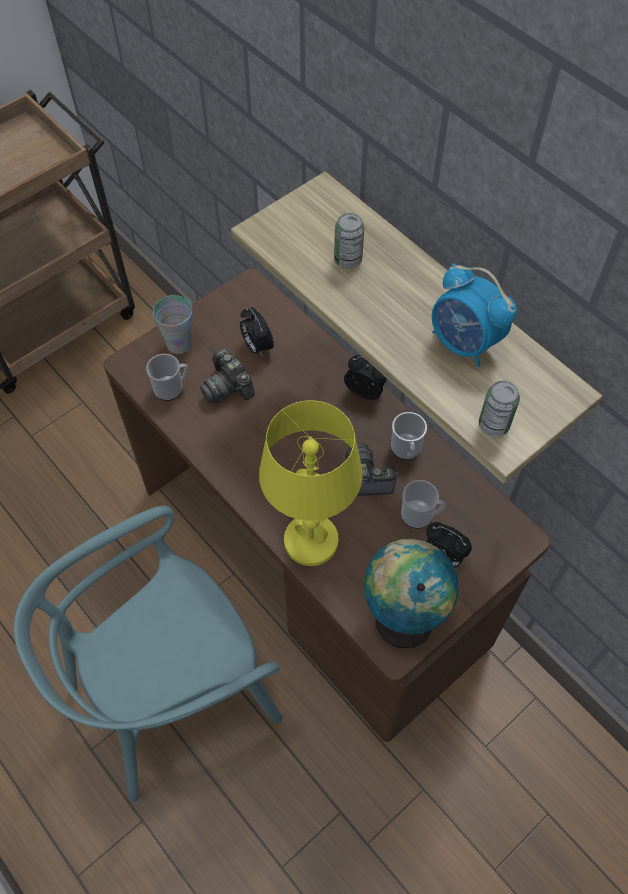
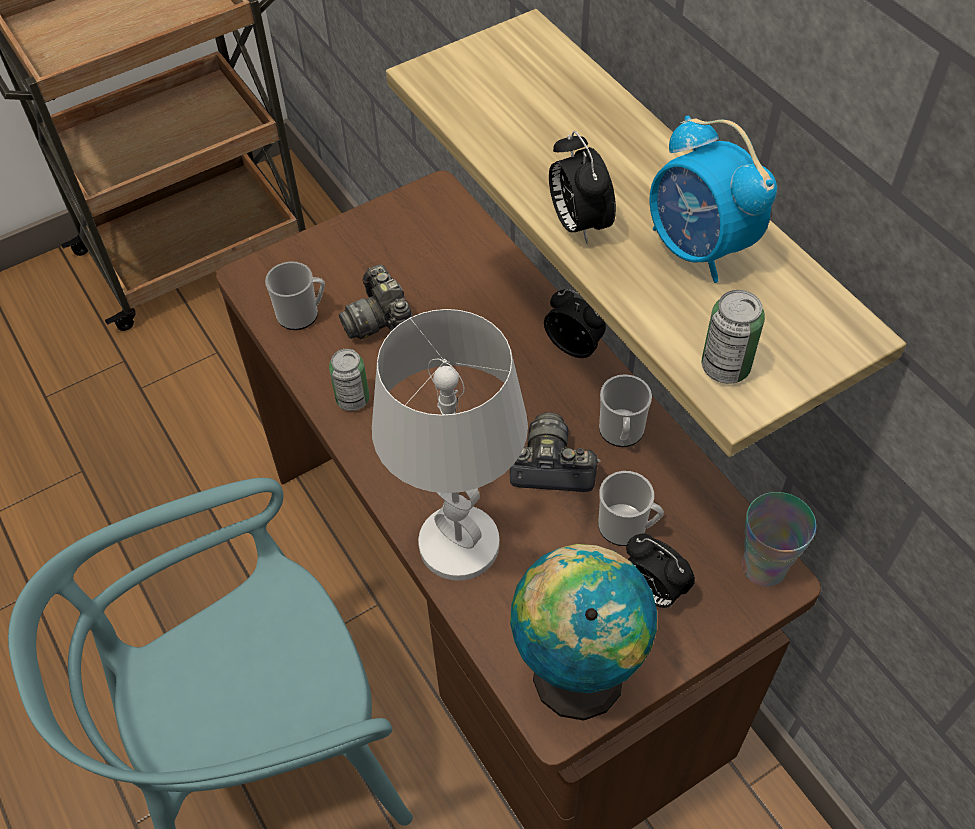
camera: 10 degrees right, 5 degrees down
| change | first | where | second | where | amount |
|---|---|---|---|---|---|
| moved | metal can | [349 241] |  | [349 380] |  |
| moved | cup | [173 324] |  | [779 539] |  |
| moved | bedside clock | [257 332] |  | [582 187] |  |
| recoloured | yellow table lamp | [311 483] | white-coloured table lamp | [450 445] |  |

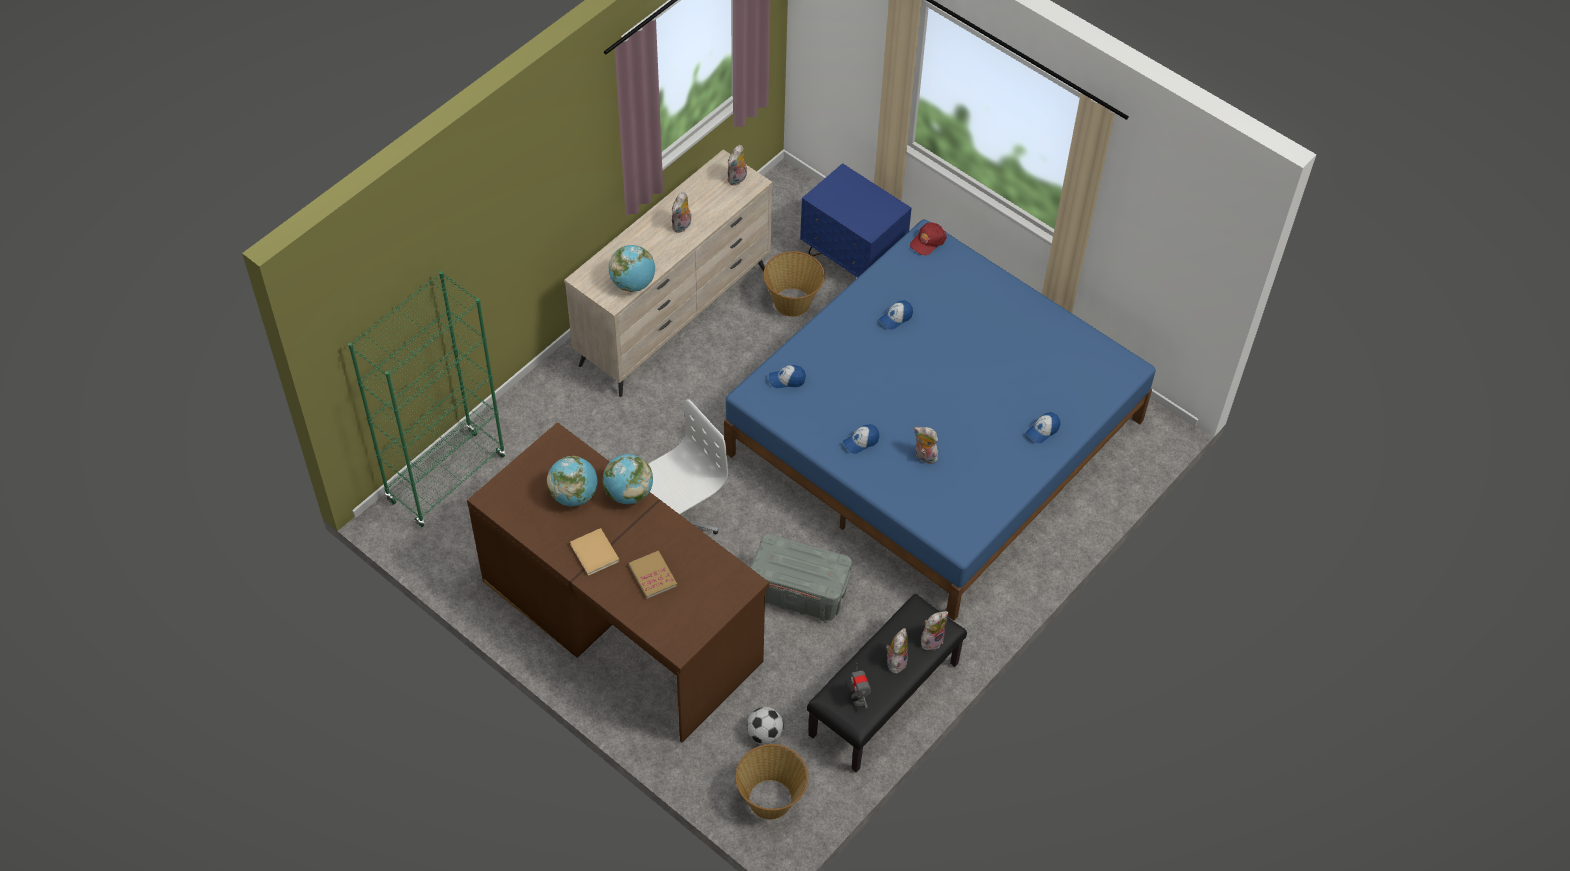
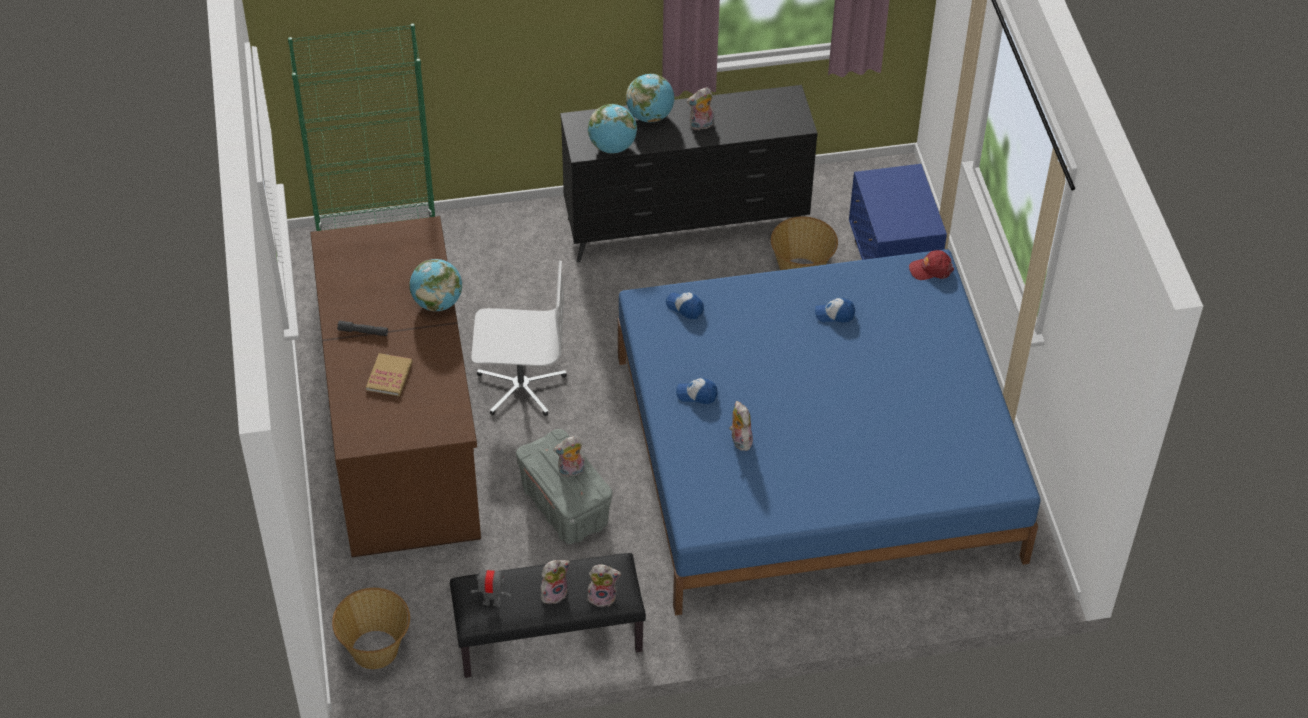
camera: 40 degrees right, 5 degrees down
| change | first | where | second | where | amount |
|---|---|---|---|---|---|
| moved | soft toy | [737 165] |  | [569 456] |  |
| recoloured | sand-coloured drawer chest | [668 273] | black drawer chest | [689 174] |  |
| removed | cap | [1043 427] |  |  |  |
| moved | desk globe | [572 481] |  | [650 98] |  |
| replaced | sand-coloured bound book | [595 552] | greyish hand torch | [362 328] |  |
| turned | toy robot | [861 685] |  | [491 587] | 75 degrees clockwise |
| removed | ball for football | [765 725] |  |  |  |

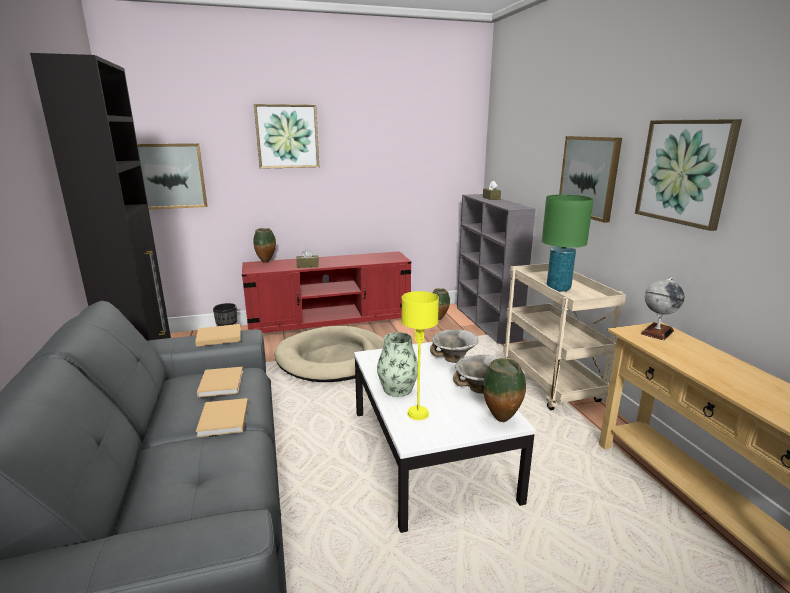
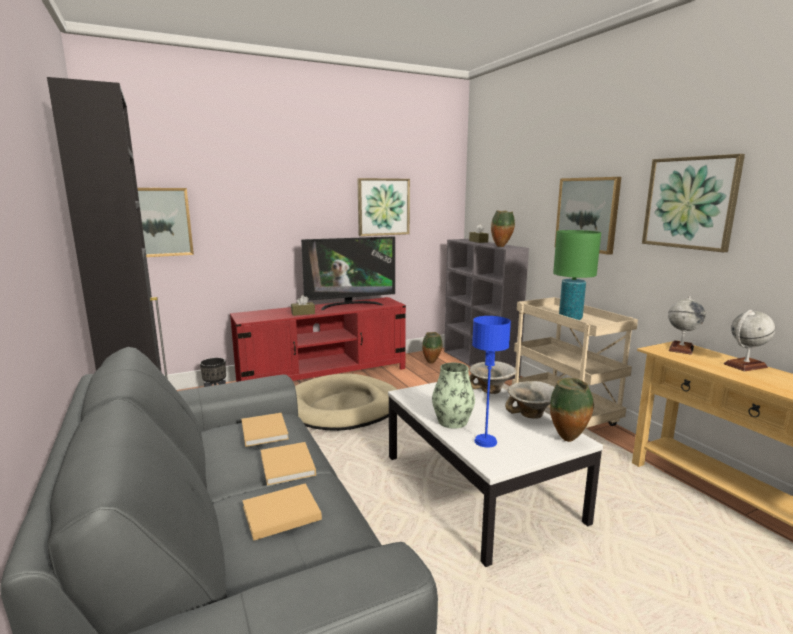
camera: 10 degrees left, 5 degrees down
| change | first | where | second | where | amount |
|---|---|---|---|---|---|
| moved | picture | [286 136] |  | [383 207] |  |
| moved | decorative vase | [264 245] |  | [503 228] |  |
| recoloured | yellow table lamp | [420 355] | blue table lamp | [491 382] |  |
| moved | sand-coloured bound book | [218 335] |  | [282 512] |  |
| added |  |  | TV | [348 273] |  |
| added |  |  | desk globe | [749 340] |  |

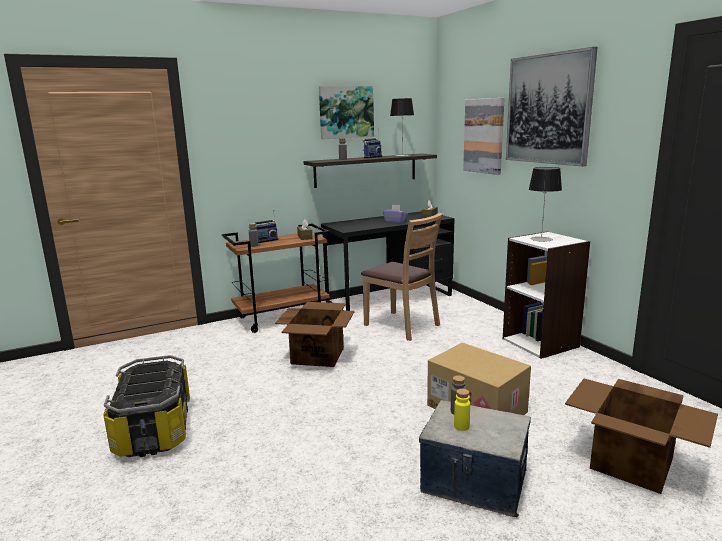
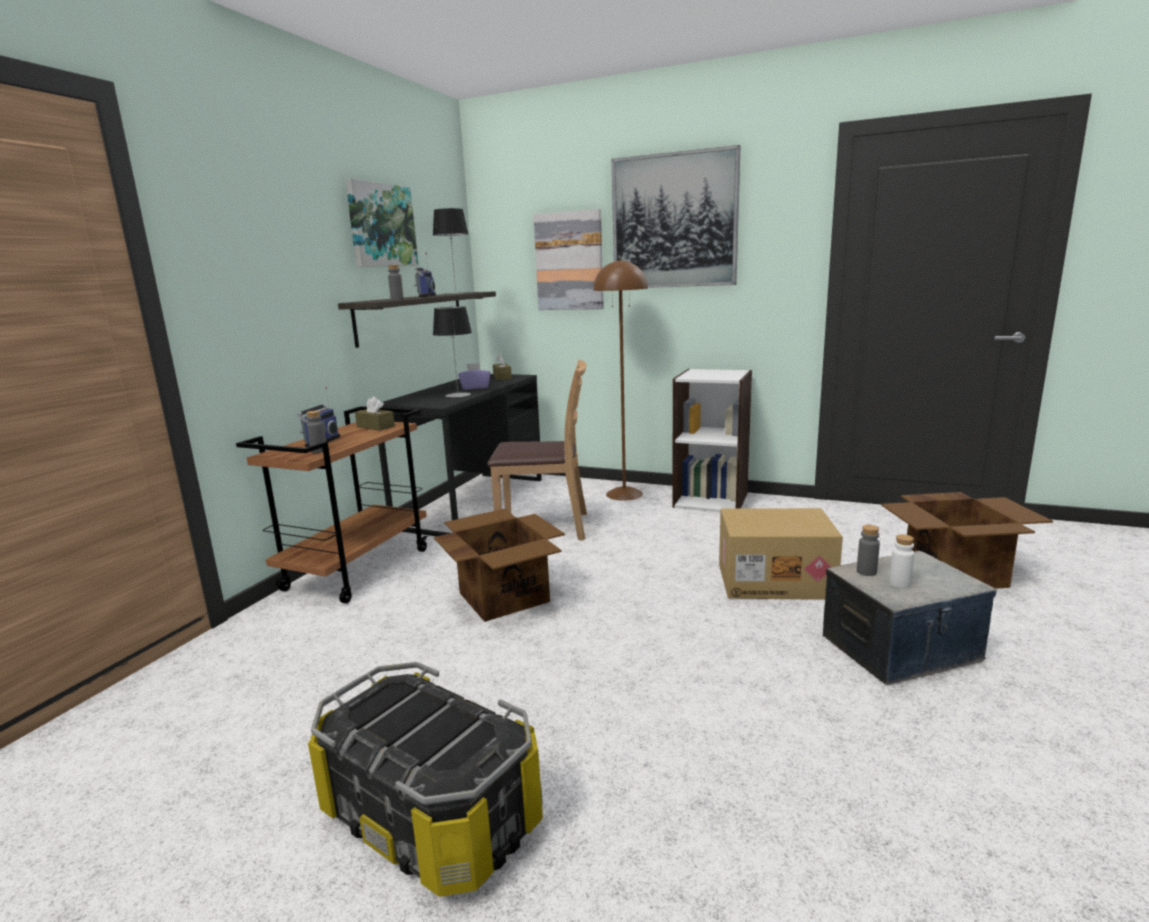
camera: 40 degrees left, 0 degrees up
| change | first | where | second | where | amount |
|---|---|---|---|---|---|
| moved | table lamp | [545 204] |  | [452 352] |  |
| recoloured | yellow drink bottle | [462 410] | white-coloured drink bottle | [901 561] |  |
| added |  |  | brown standard lamp | [620 380] |  |

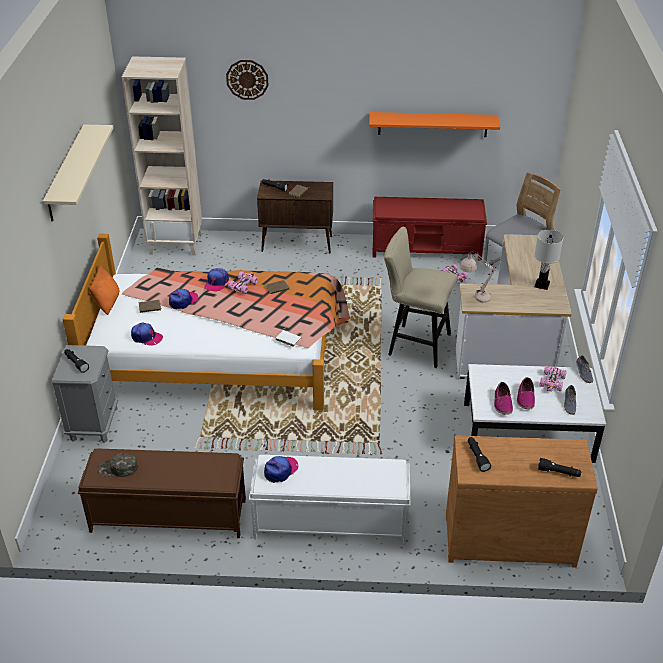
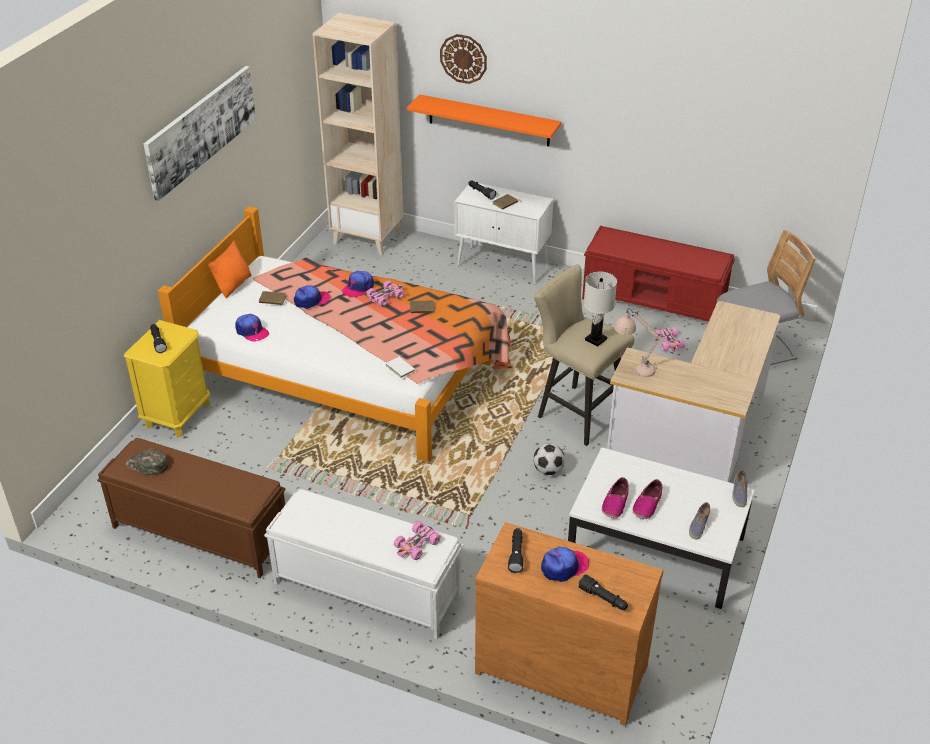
camera: 20 degrees right, 0 degrees up
| change | first | where | second | where | amount |
|---|---|---|---|---|---|
| moved | orangey wall shelf | [434 124] |  | [484 120] |  |
| replaced | sand-coloured wall shelf | [78 173] | picture | [200 133] |  |
| recoloured | brown storage cabinet | [295 216] | white-coloured storage cabinet | [504 233] |  |
| moved | white-coloured table lamp | [548 260] |  | [600 309] |  |
| recoloured | greyish nightstand | [85 394] | yellow nightstand | [167 378] |  |
| moved | pink miniature car | [553 379] |  | [417 540] |  |
| moved | cap | [281 469] |  | [565 564] |  |
| added |  |  | ball for football | [549 459] |  |

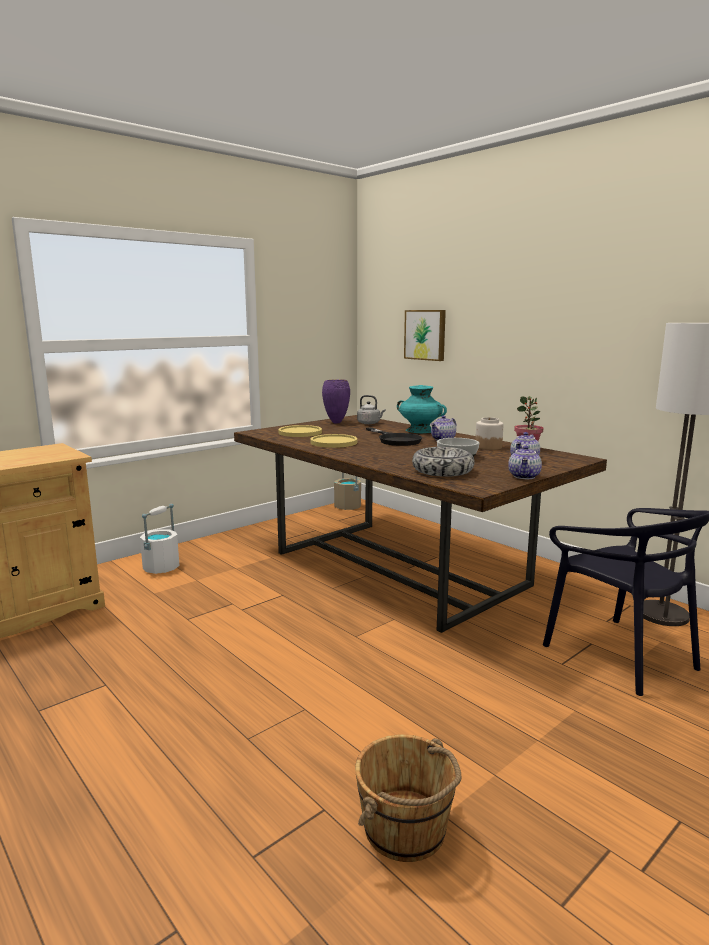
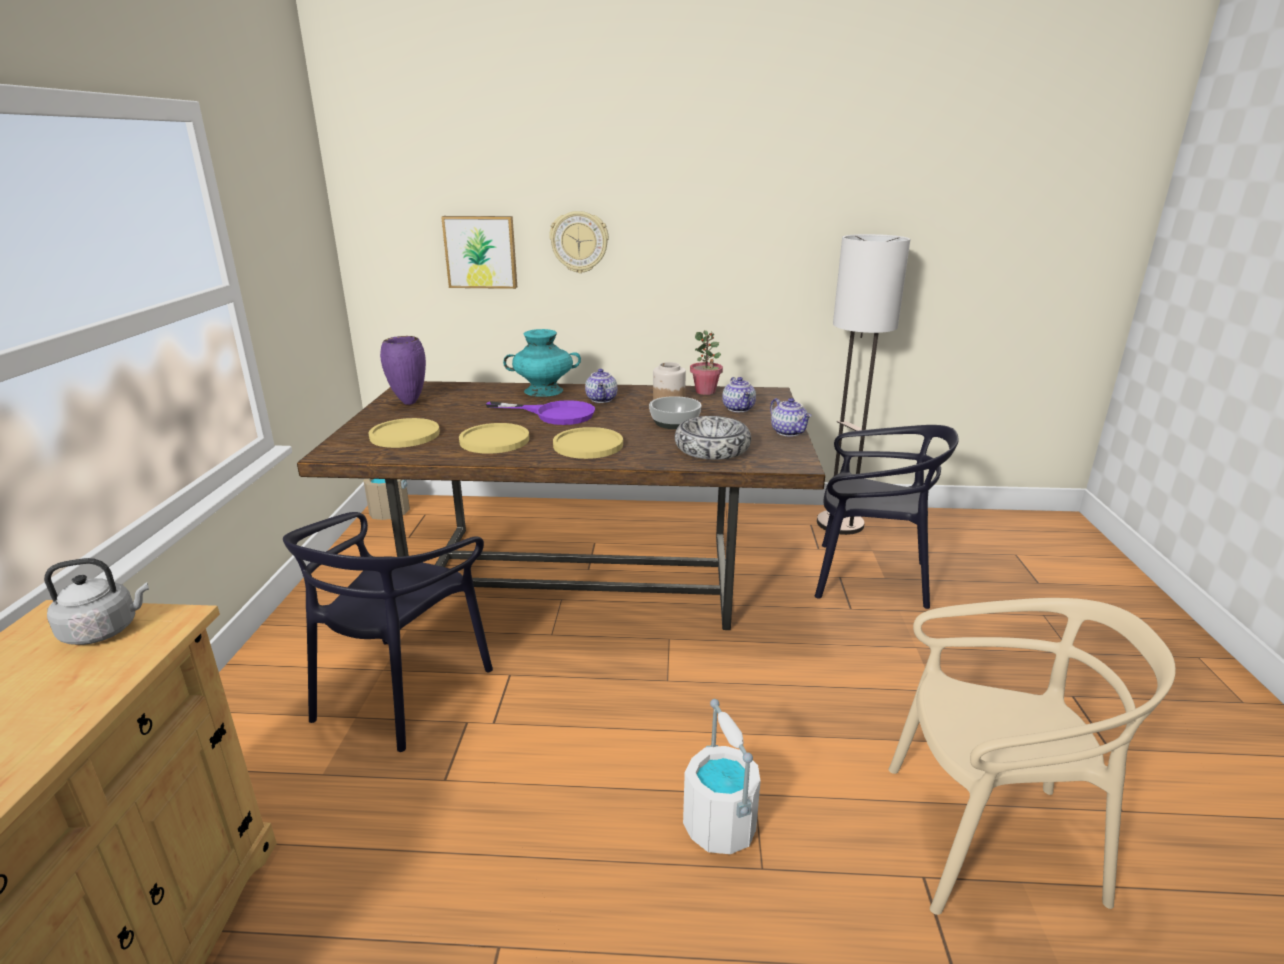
camera: 45 degrees left, 10 degrees up
| change | first | where | second | where | amount |
|---|---|---|---|---|---|
| moved | greyish water kettle | [371 409] |  | [96 601] |  |
| recoloured | black frying pan | [394 436] | purple-coloured frying pan | [540 412] |  |
| moved | white-coloured pail | [160 539] |  | [722 776] |  |
| replaced | brown pail | [408 798] | sand-coloured chair | [1032 756] |  |
| added |  |  | clock on the wall | [579 242] |  |
| added |  |  | yellow dinner plate | [588 443] |  |
| added |  |  | black chair | [388 632] |  |

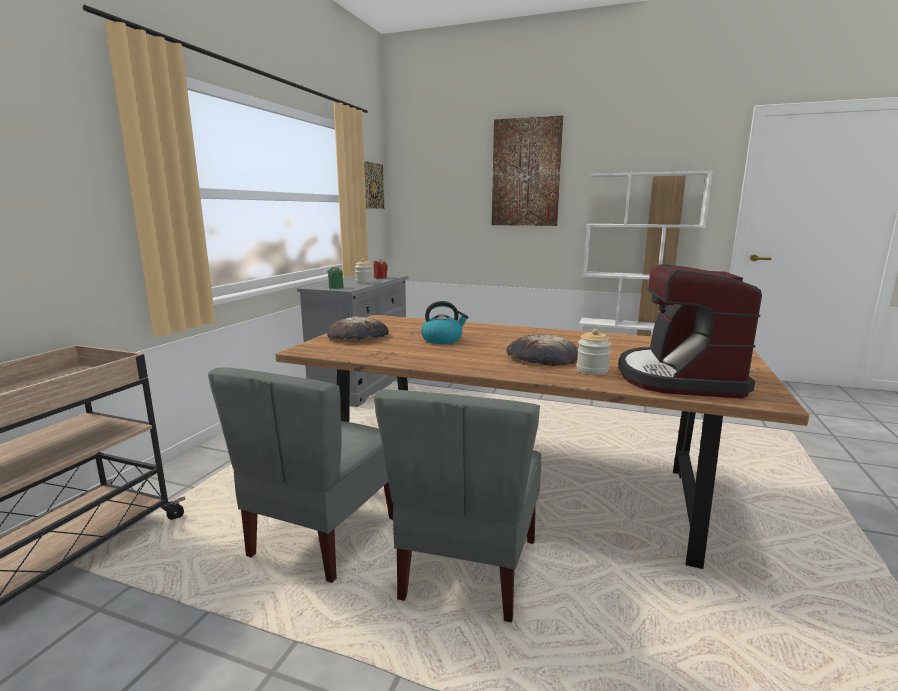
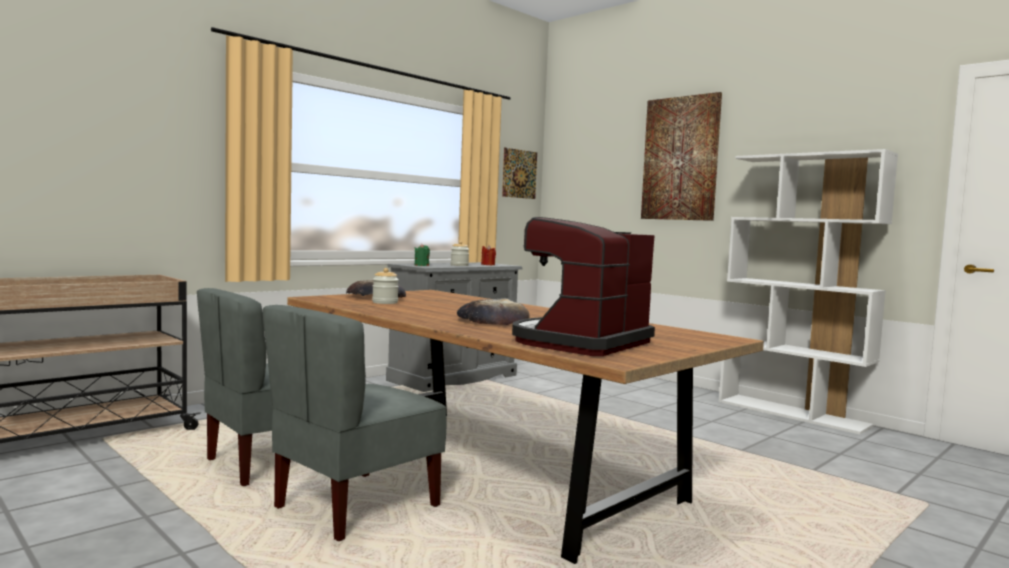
camera: 25 degrees right, 10 degrees down
| change | first | where | second | where | amount |
|---|---|---|---|---|---|
| removed | water kettle | [445 322] |  |  |  |
| moved | jar | [594 352] |  | [385 286] |  |

